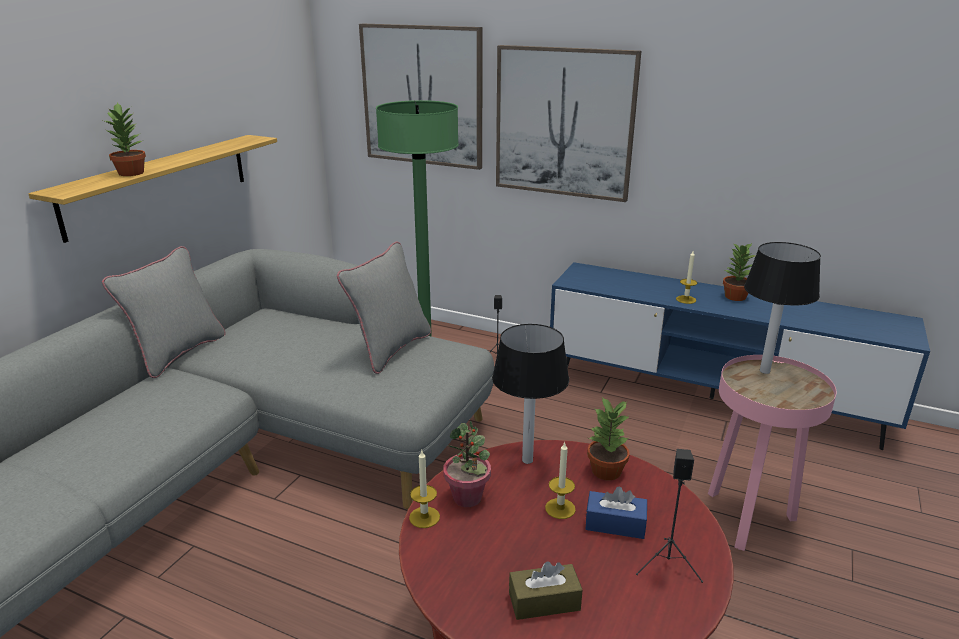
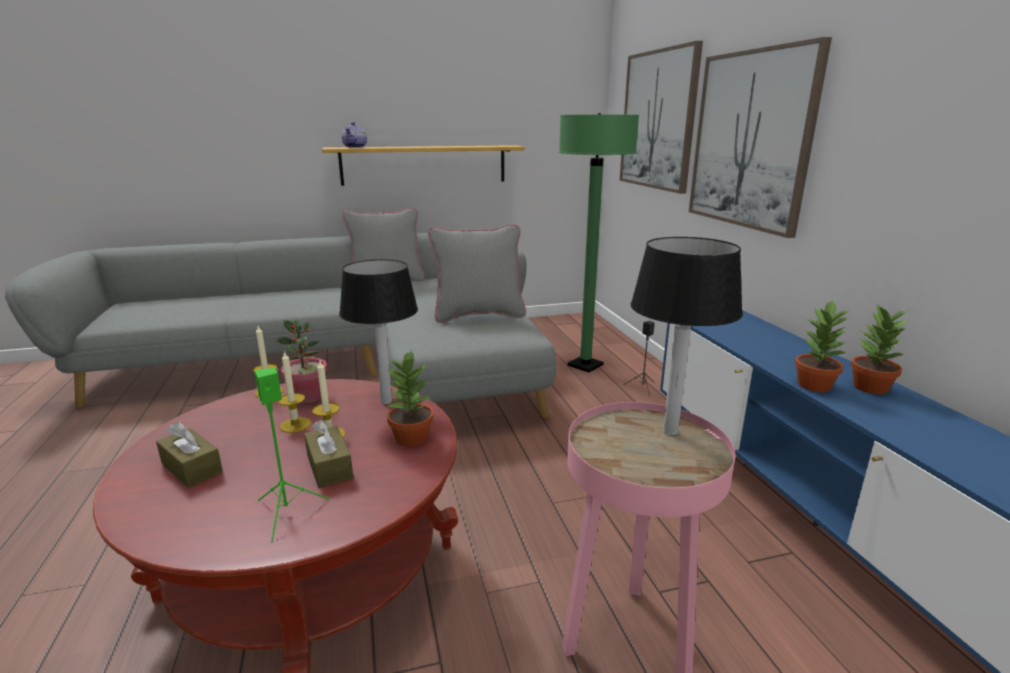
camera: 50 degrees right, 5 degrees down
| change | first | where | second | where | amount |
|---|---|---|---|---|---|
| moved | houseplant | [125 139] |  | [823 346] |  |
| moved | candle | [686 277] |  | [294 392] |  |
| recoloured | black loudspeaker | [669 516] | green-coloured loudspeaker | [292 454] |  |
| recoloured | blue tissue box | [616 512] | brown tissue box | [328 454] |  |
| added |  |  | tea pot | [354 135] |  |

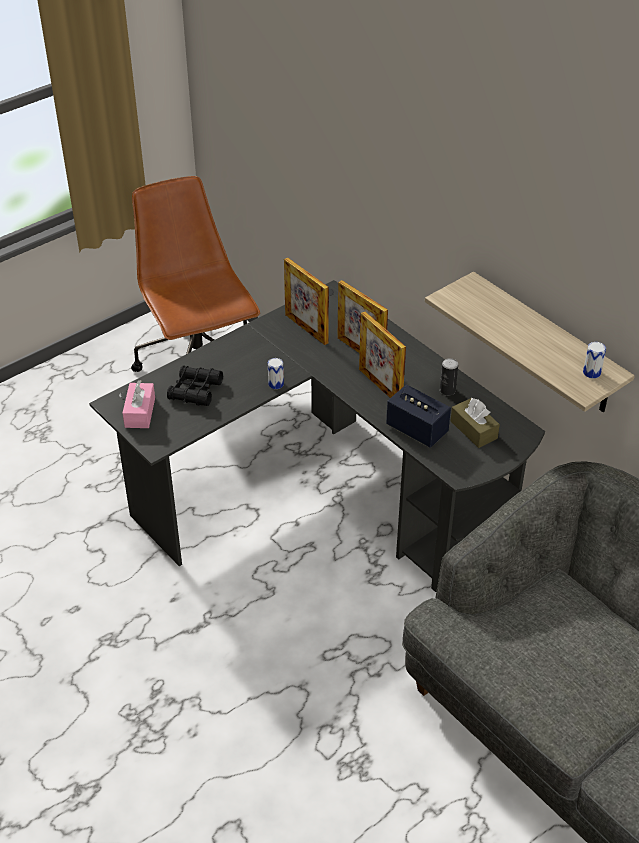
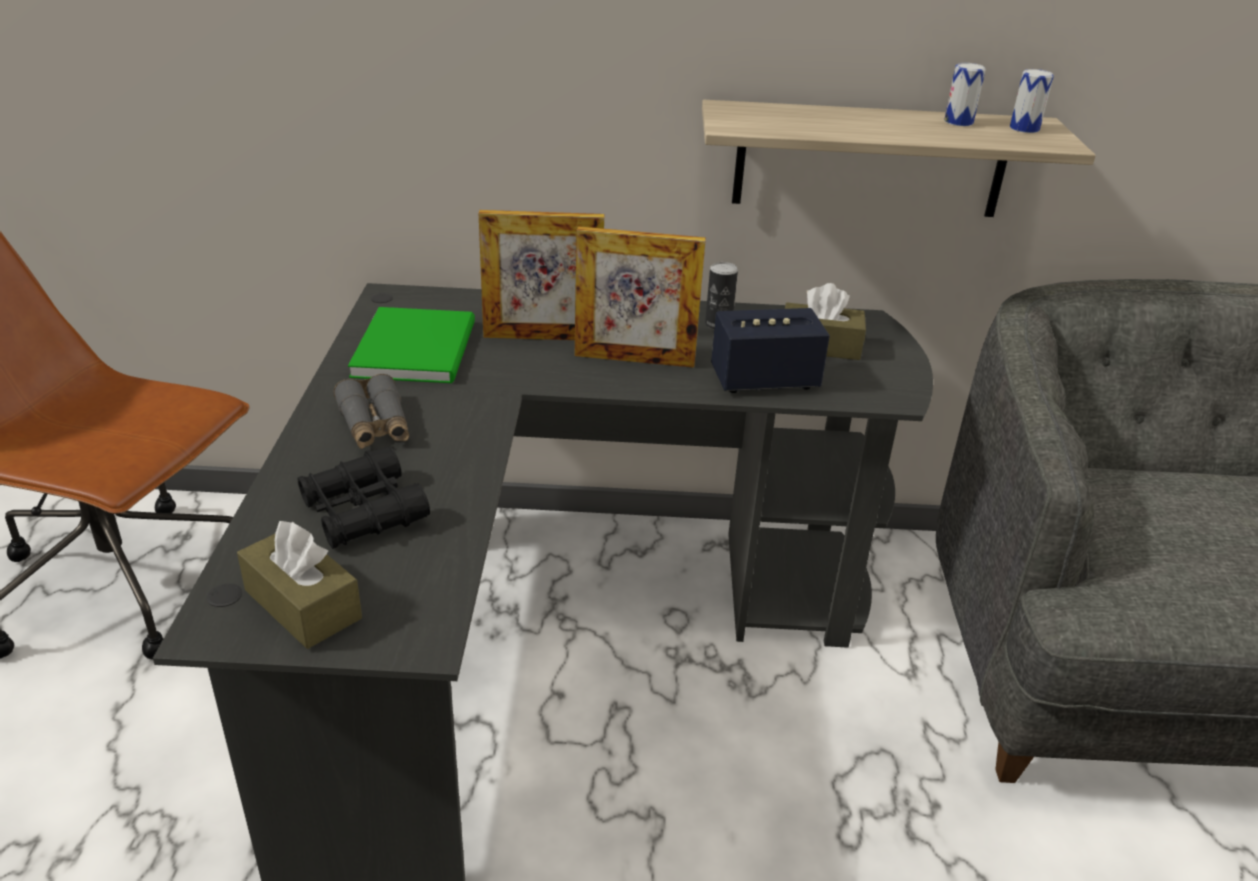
camera: 50 degrees left, 10 degrees down
| change | first | where | second | where | amount |
|---|---|---|---|---|---|
| replaced | photo frame | [306 301] | green-coloured bound book | [411 345] |  |
| moved | metal can | [276 373] |  | [965 94] |  |
| recoloured | pink tissue box | [138 404] | brown tissue box | [299 585] |  |
| added |  |  | greyish binoculars | [371 411] |  |

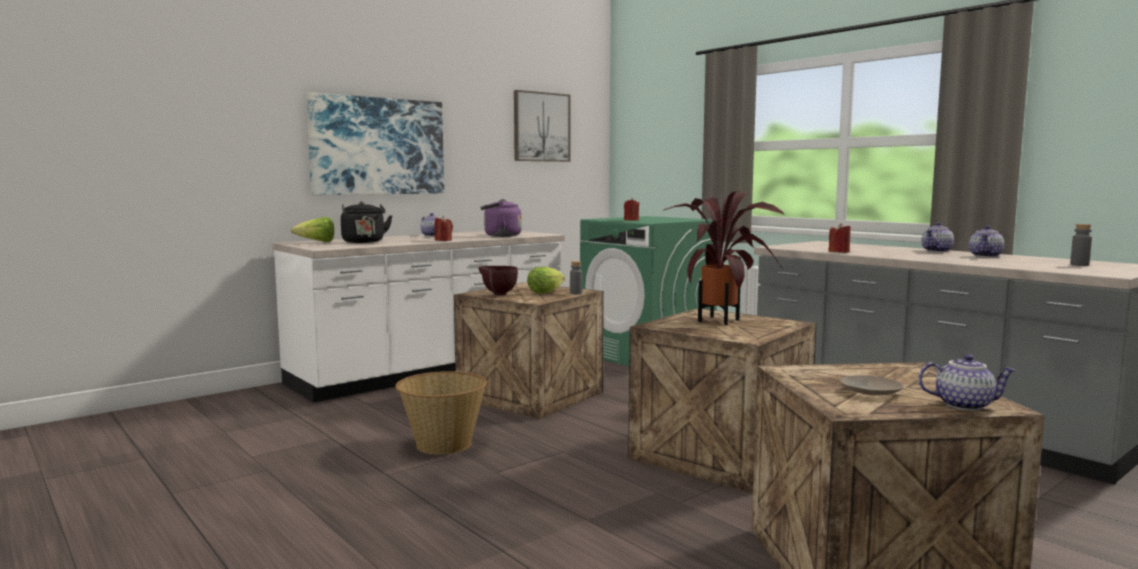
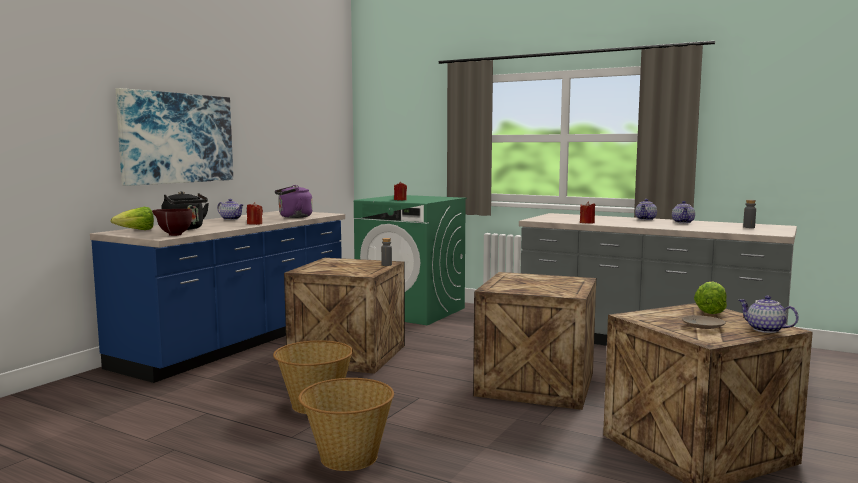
camera: 20 degrees left, 0 degrees up
| change | first | where | second | where | amount |
|---|---|---|---|---|---|
| removed | picture | [542 126] |  |  |  |
| removed | houseplant | [724 258] |  |  |  |
| recoloured | white-coloured kitchen counter | [418 317] | blue kitchen counter | [217 297] |  |
| moved | brown deep dish | [498 280] |  | [172 222] |  |
| moved | lettuce | [546 280] |  | [710 297] |  |
| turned | tea pot | [967 382] |  | [769 314] | 120 degrees counterclockwise |
| added |  |  | basket | [346 424] |  |

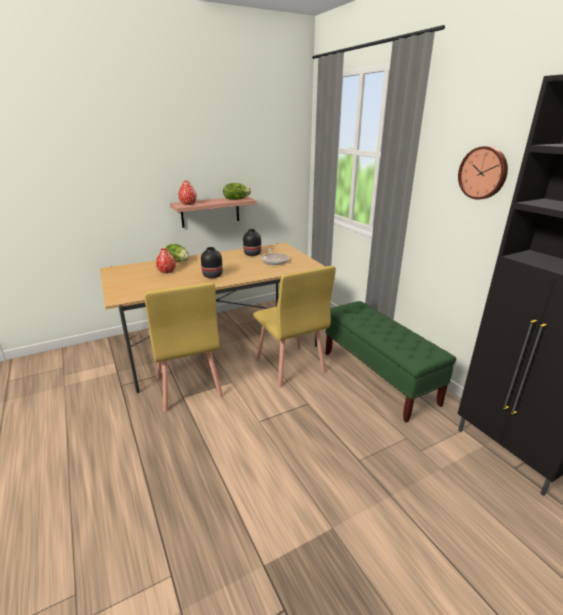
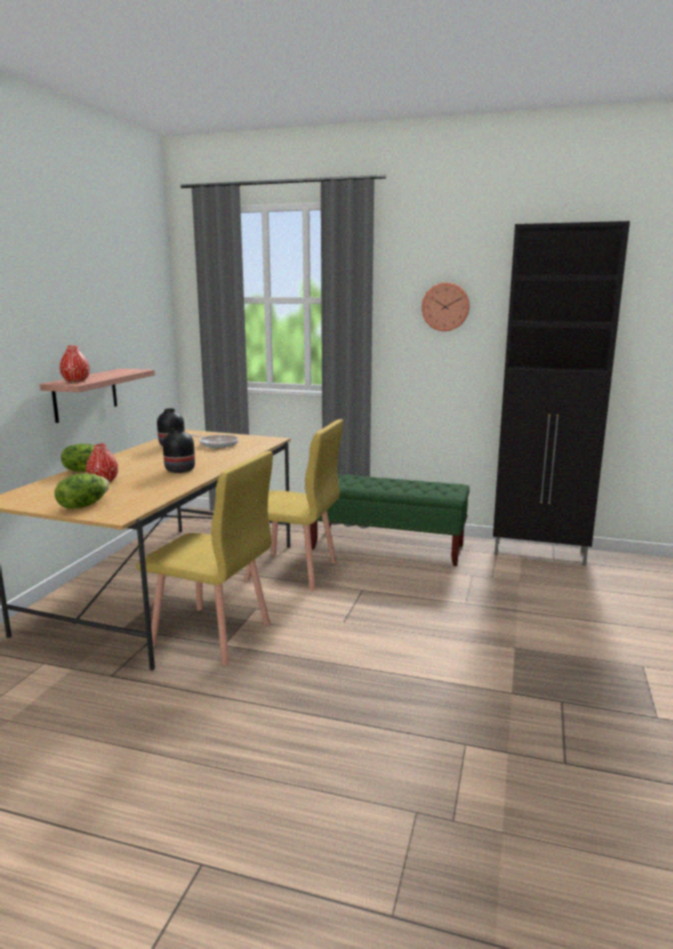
camera: 45 degrees left, 10 degrees down
| change | first | where | second | where | amount |
|---|---|---|---|---|---|
| moved | lettuce | [237 191] |  | [82 491] |  |

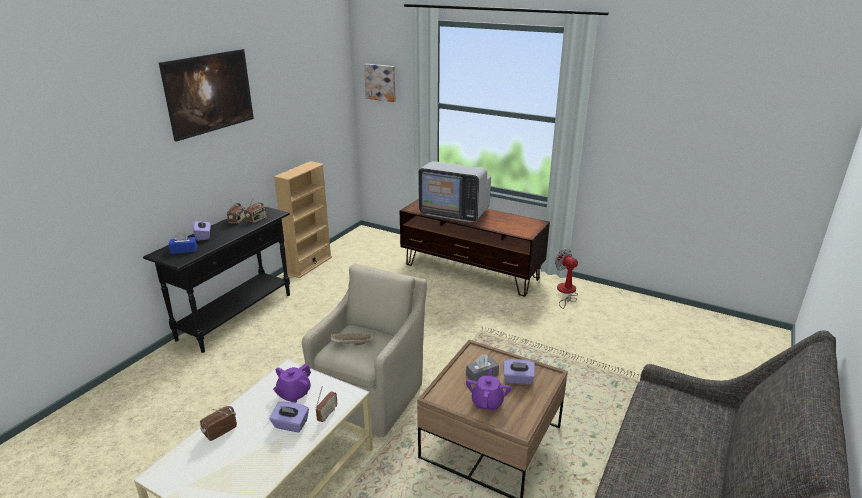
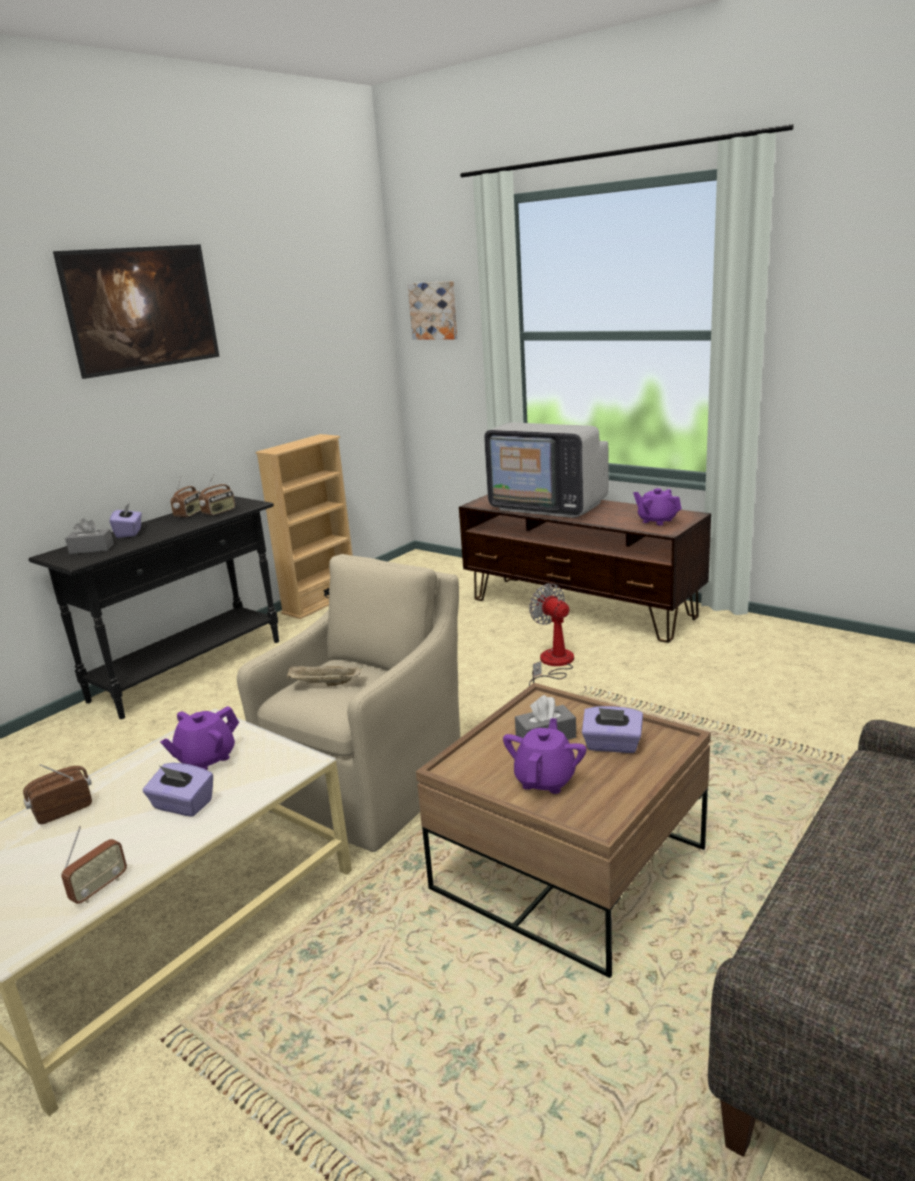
camera: 10 degrees right, 5 degrees down
| change | first | where | second | where | amount |
|---|---|---|---|---|---|
| recoloured | blue tissue box | [182 243] | greyish tissue box | [89 536] |  |
| moved | fan | [566 278] |  | [551 635] |  |
| moved | radio receiver | [326 404] |  | [94 865] |  |
| added |  |  | purple-coloured tea pot | [657 506] |  |

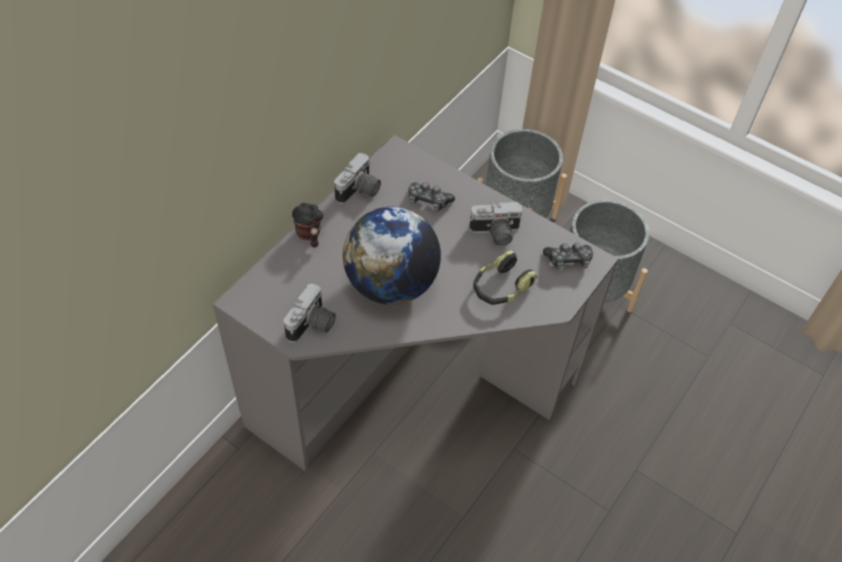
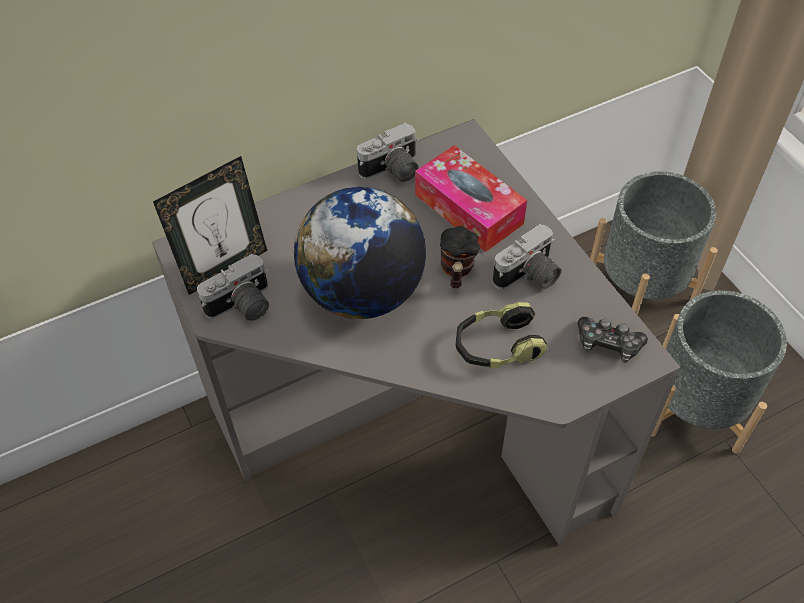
camera: 30 degrees right, 0 degrees up
| change | first | where | second | where | amount |
|---|---|---|---|---|---|
| replaced | game controller | [431 197] | tissue box | [471 198] |  |
| turned | photo camera | [496 224] |  | [527 257] | 60 degrees counterclockwise |
| moved | coffee mug | [307 225] |  | [460 257] |  |
| added |  |  | photo frame | [210 225] |  |

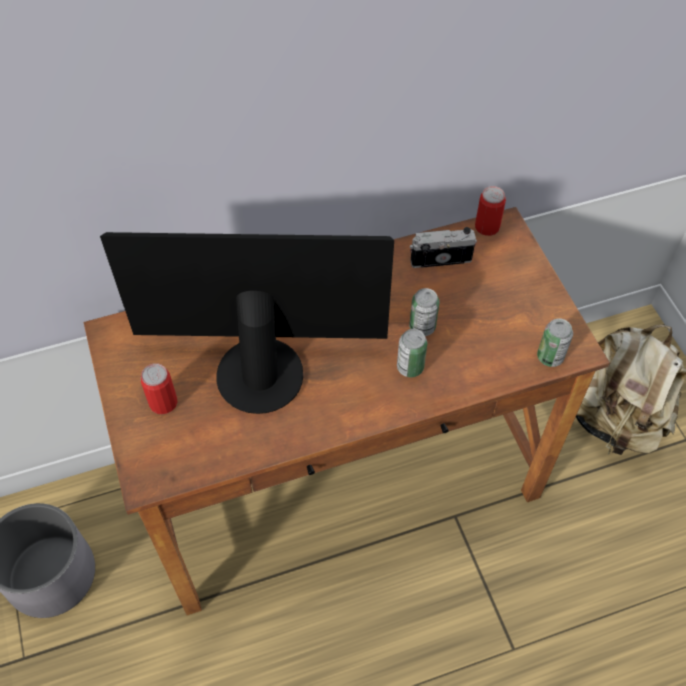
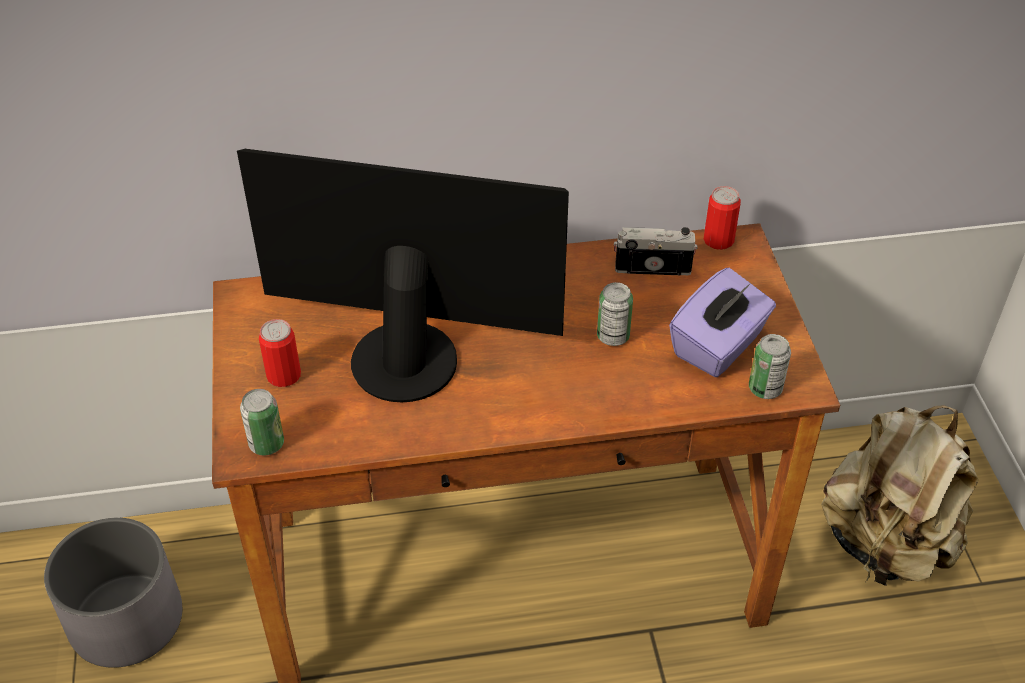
camera: 10 degrees right, 10 degrees down
| change | first | where | second | where | amount |
|---|---|---|---|---|---|
| moved | metal can | [412 353] |  | [262 422] |  |
| added |  |  | purple-coloured tissue box | [722 322] |  |

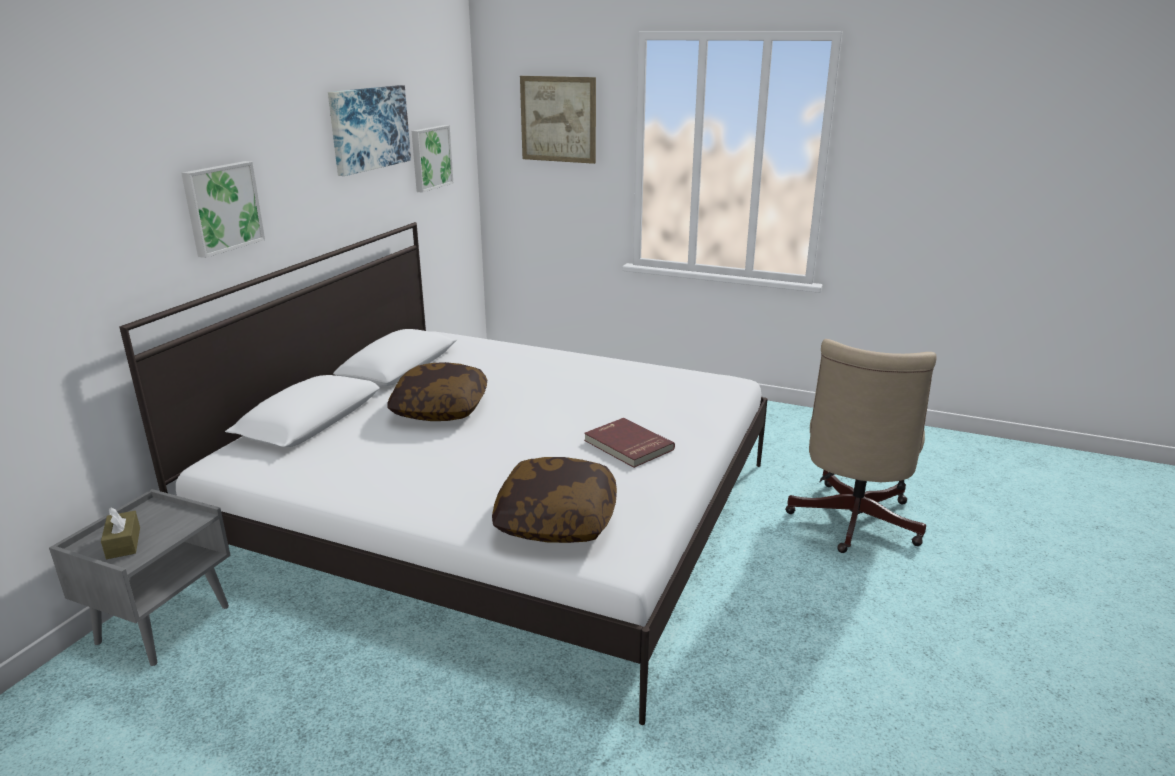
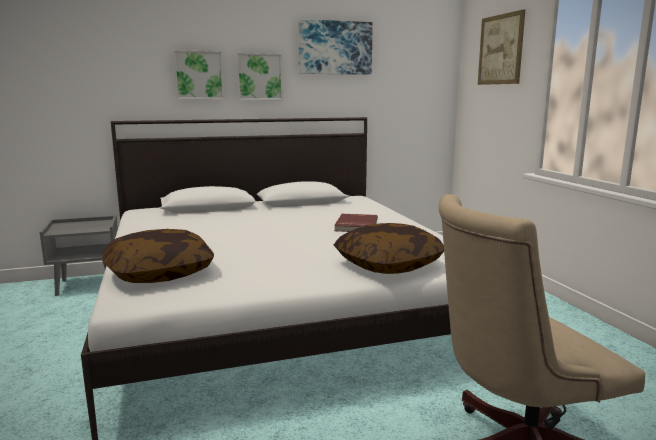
camera: 50 degrees right, 10 degrees down
| change | first | where | second | where | amount |
|---|---|---|---|---|---|
| moved | picture | [432 159] |  | [259 76] |  |
| moved | cushion | [437 391] |  | [389 248] |  |
| moved | red-coloured bound book | [629 443] |  | [356 223] |  |
| removed | brown tissue box | [120 533] |  |  |  |

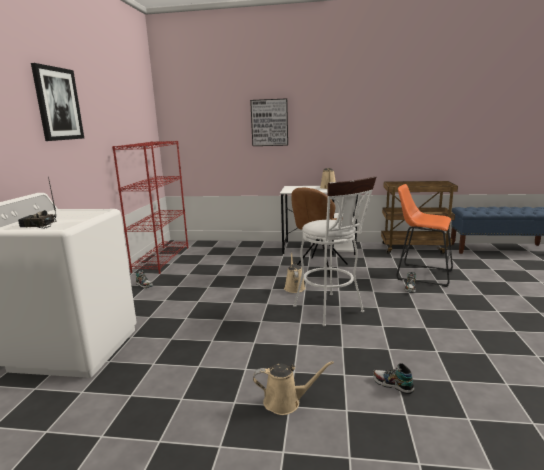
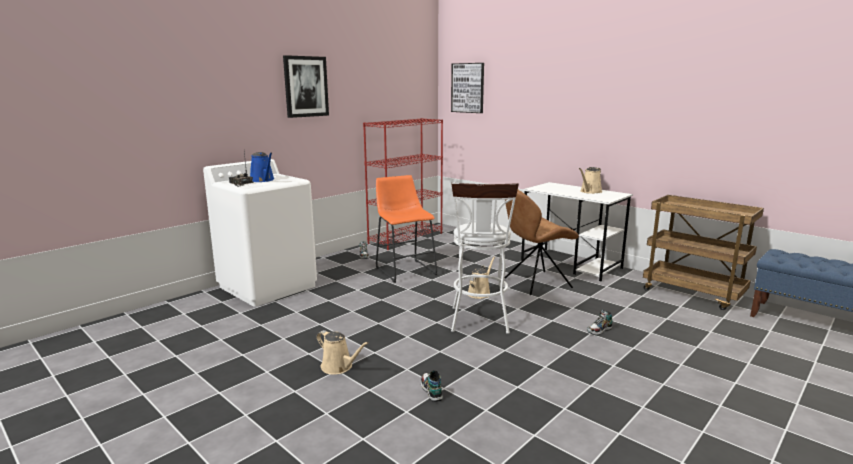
camera: 35 degrees right, 0 degrees up
| change | first | where | second | where | amount |
|---|---|---|---|---|---|
| moved | picture | [269 122] |  | [467 88] |  |
| moved | orangey sitting stool | [424 235] |  | [406 229] |  |
| added |  |  | blue sprinkling can | [262 167] |  |

